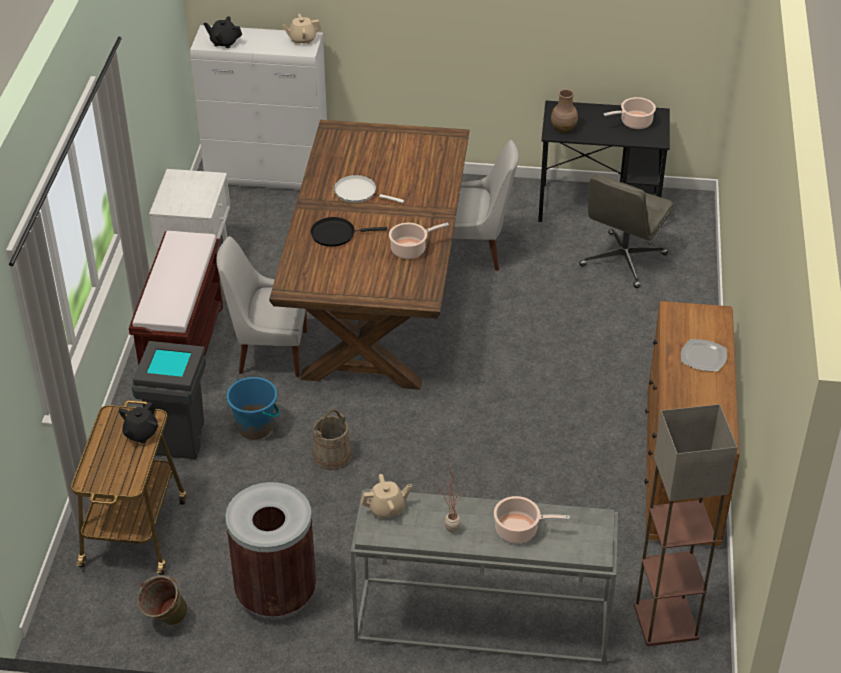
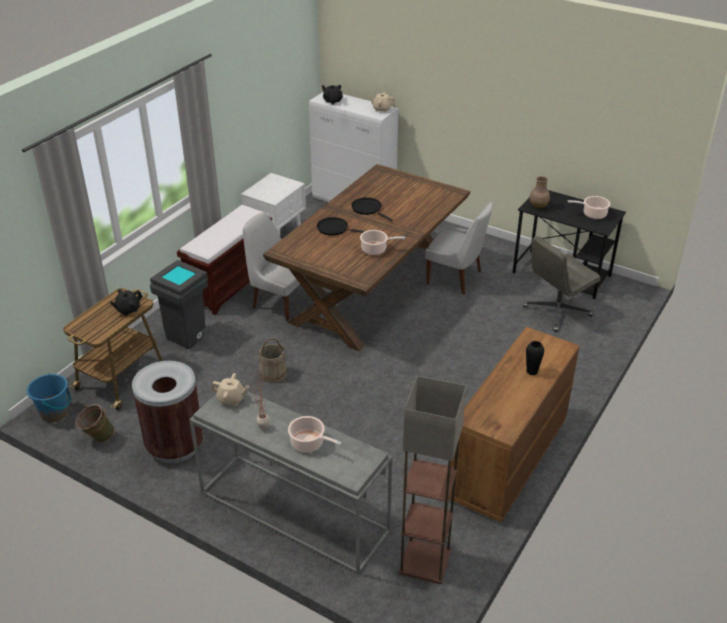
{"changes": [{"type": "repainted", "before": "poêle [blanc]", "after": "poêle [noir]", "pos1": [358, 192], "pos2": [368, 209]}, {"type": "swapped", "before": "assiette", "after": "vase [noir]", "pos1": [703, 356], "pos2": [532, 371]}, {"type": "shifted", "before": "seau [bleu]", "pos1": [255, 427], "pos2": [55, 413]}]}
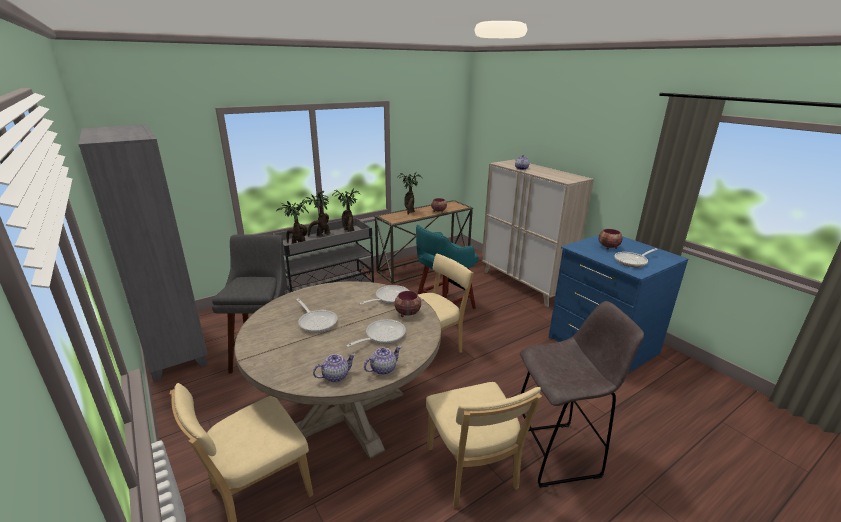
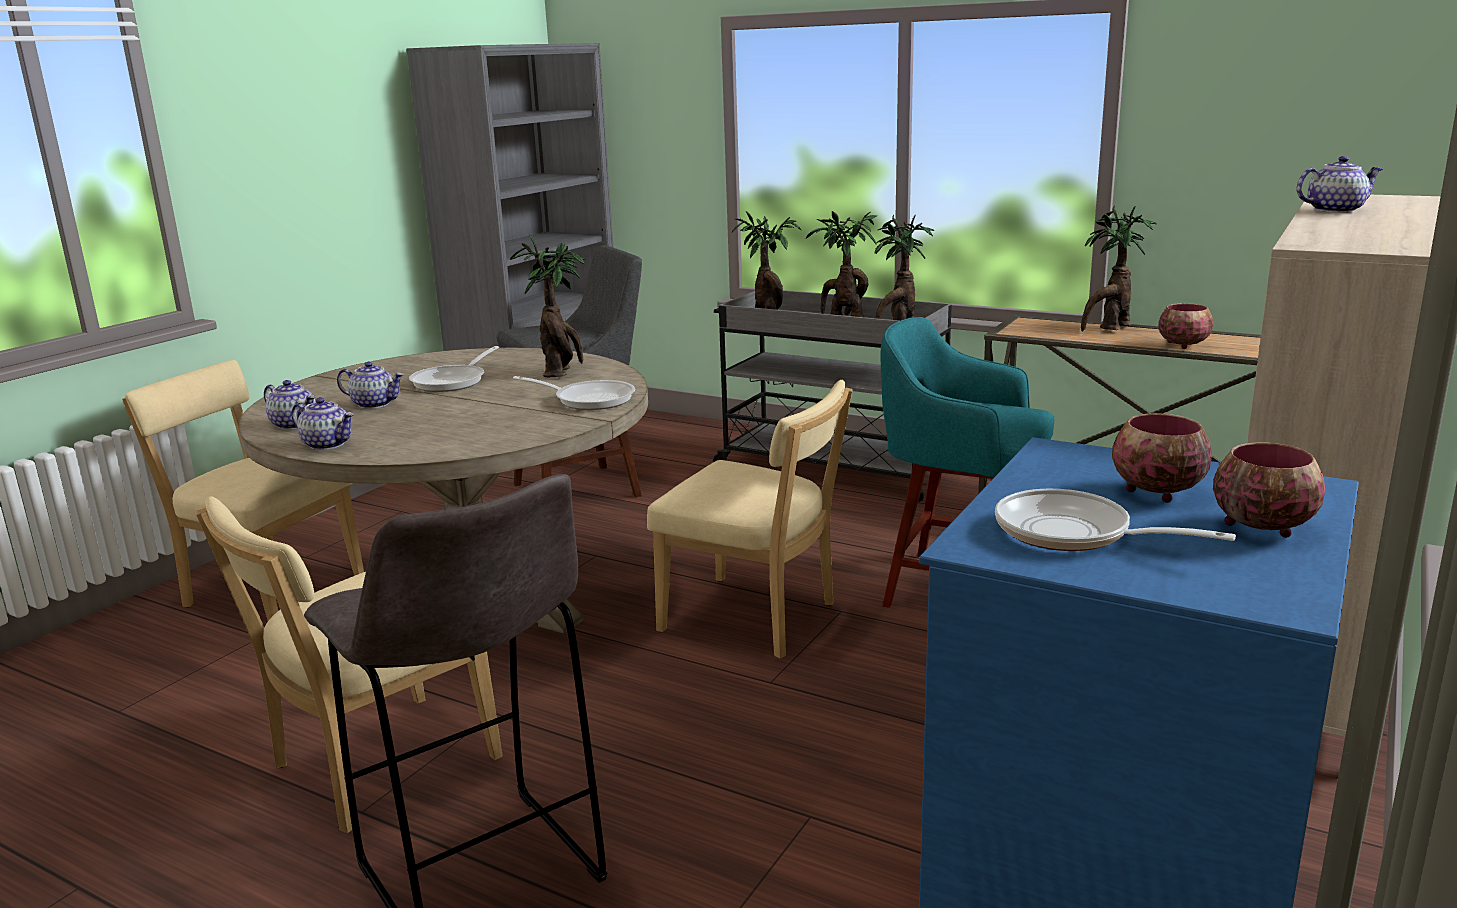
{"changes": [{"type": "shifted", "before": "bol", "pos1": [407, 313], "pos2": [1261, 526]}, {"type": "gone", "before": "poêle", "pos1": [382, 336]}, {"type": "new", "after": "plante en pot", "pos2": [561, 372]}, {"type": "new", "after": "théière", "pos2": [375, 404]}]}
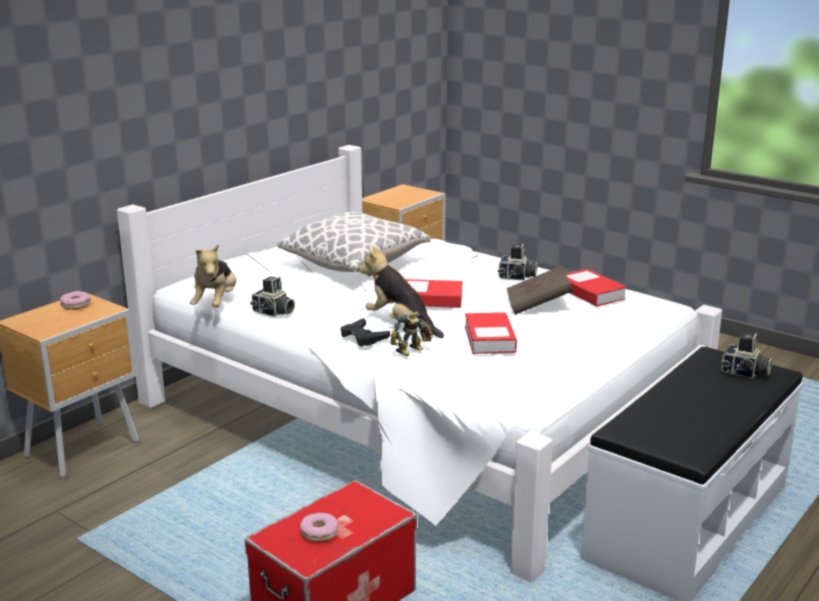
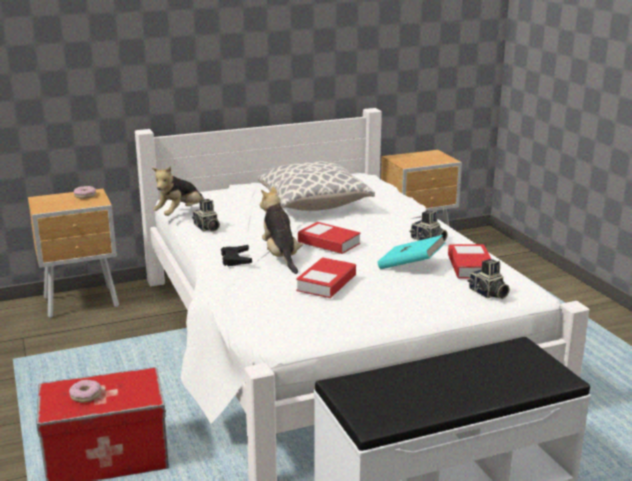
{"changes": [{"type": "repainted", "before": "livre [marron]", "after": "livre [turquoise]", "pos1": [538, 305], "pos2": [410, 266]}, {"type": "gone", "before": "robot jouet", "pos1": [412, 351]}, {"type": "shifted", "before": "appareil photo", "pos1": [744, 373], "pos2": [488, 294]}]}
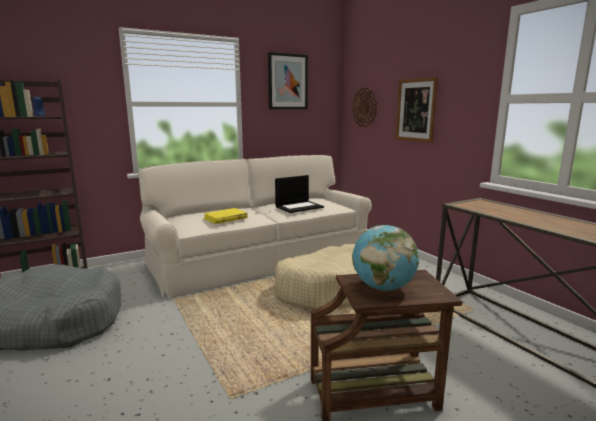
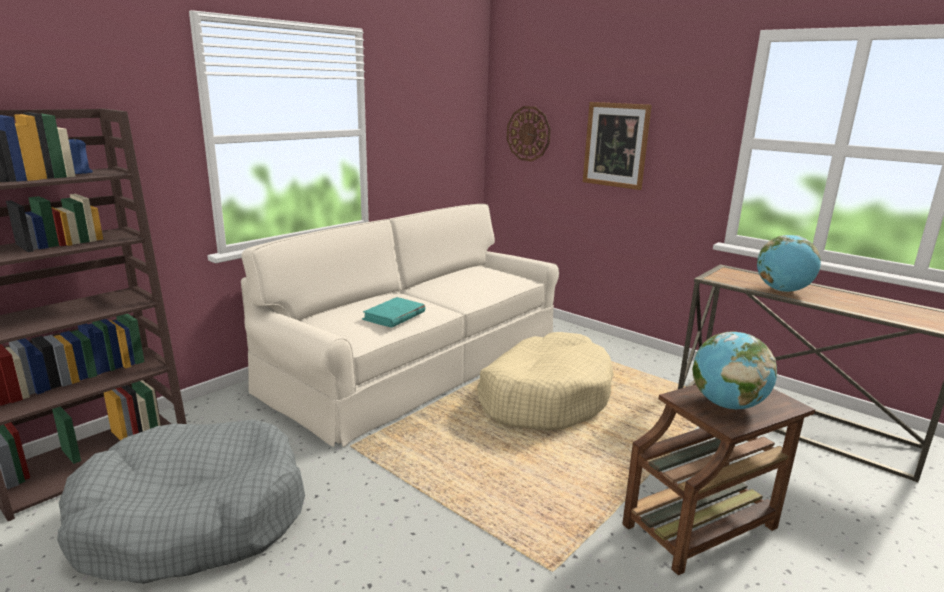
{"changes": [{"type": "gone", "before": "tableau", "pos1": [287, 81]}, {"type": "gone", "before": "ordinateur portable", "pos1": [299, 207]}, {"type": "repainted", "before": "livre [jaune]", "after": "livre [turquoise]", "pos1": [225, 218], "pos2": [394, 316]}, {"type": "new", "after": "globe", "pos2": [782, 290]}]}
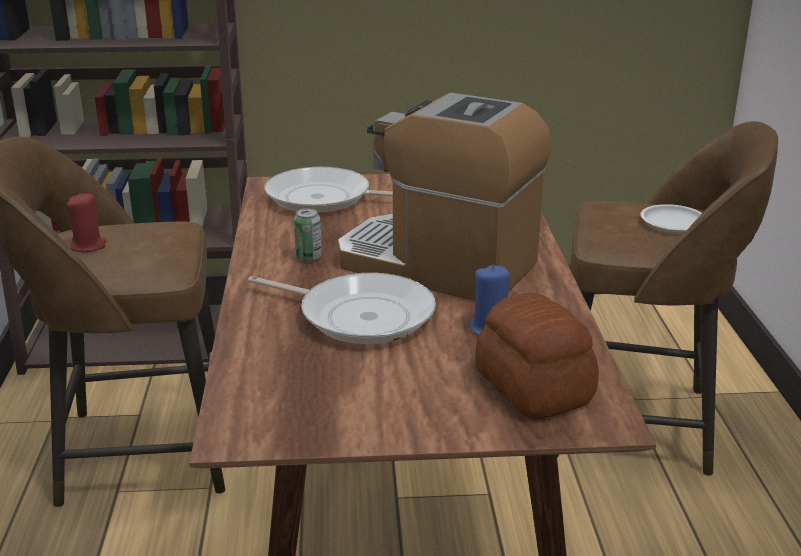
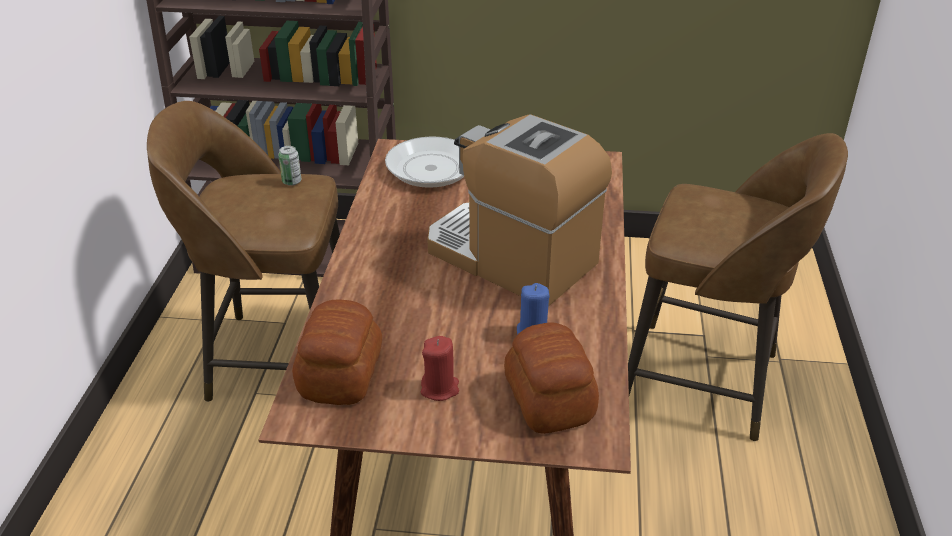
{"changes": [{"type": "shifted", "before": "bougie [rouge]", "pos1": [88, 246], "pos2": [440, 388]}, {"type": "gone", "before": "assiette [blanc]", "pos1": [673, 222]}, {"type": "shifted", "before": "boîte métallique", "pos1": [308, 257], "pos2": [291, 181]}, {"type": "gone", "before": "poêle", "pos1": [360, 315]}, {"type": "new", "after": "pain", "pos2": [342, 373]}]}
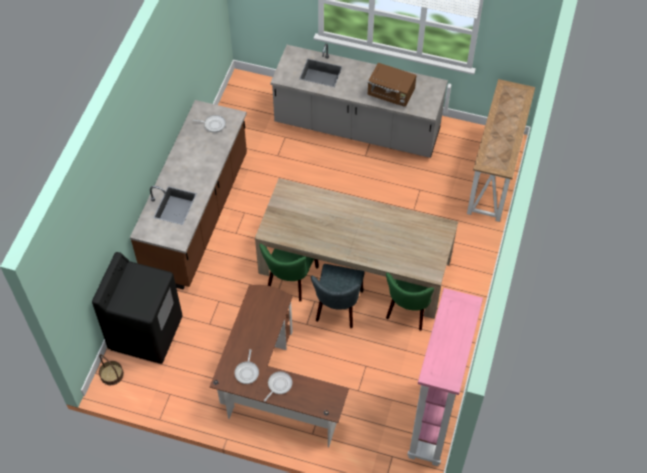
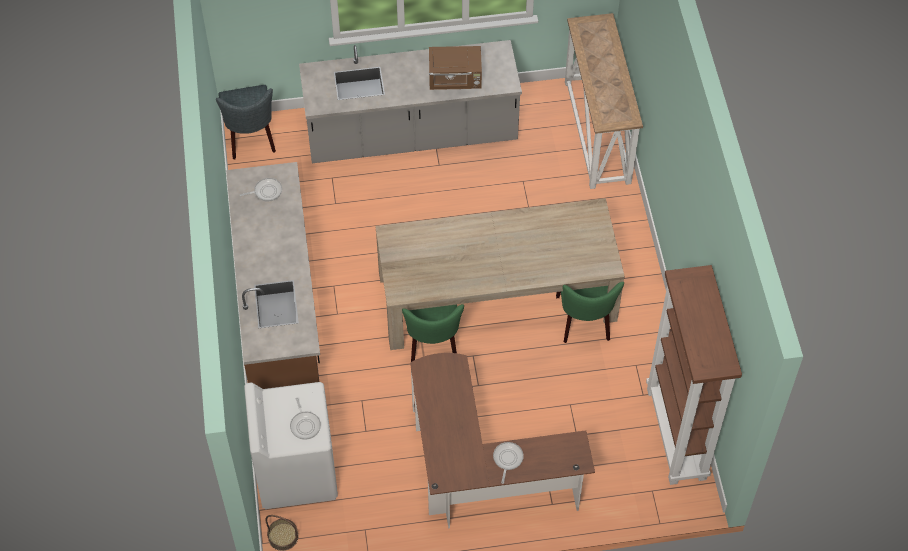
{"changes": [{"type": "repainted", "before": "lave-linge [noir]", "after": "lave-linge [blanc]", "pos1": [146, 333], "pos2": [296, 472]}, {"type": "shifted", "before": "chaise [gris]", "pos1": [338, 308], "pos2": [251, 139]}, {"type": "repainted", "before": "bibliothèque [rose]", "after": "bibliothèque [marron]", "pos1": [434, 422], "pos2": [677, 434]}, {"type": "shifted", "before": "poêle", "pos1": [247, 372], "pos2": [305, 424]}]}
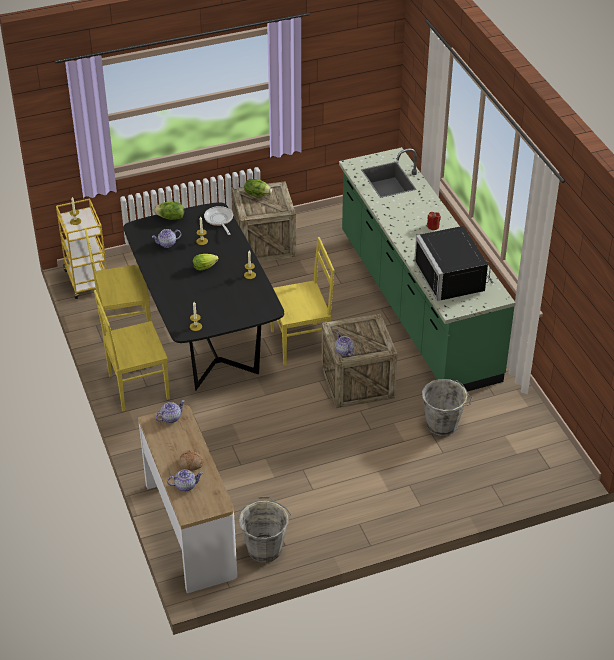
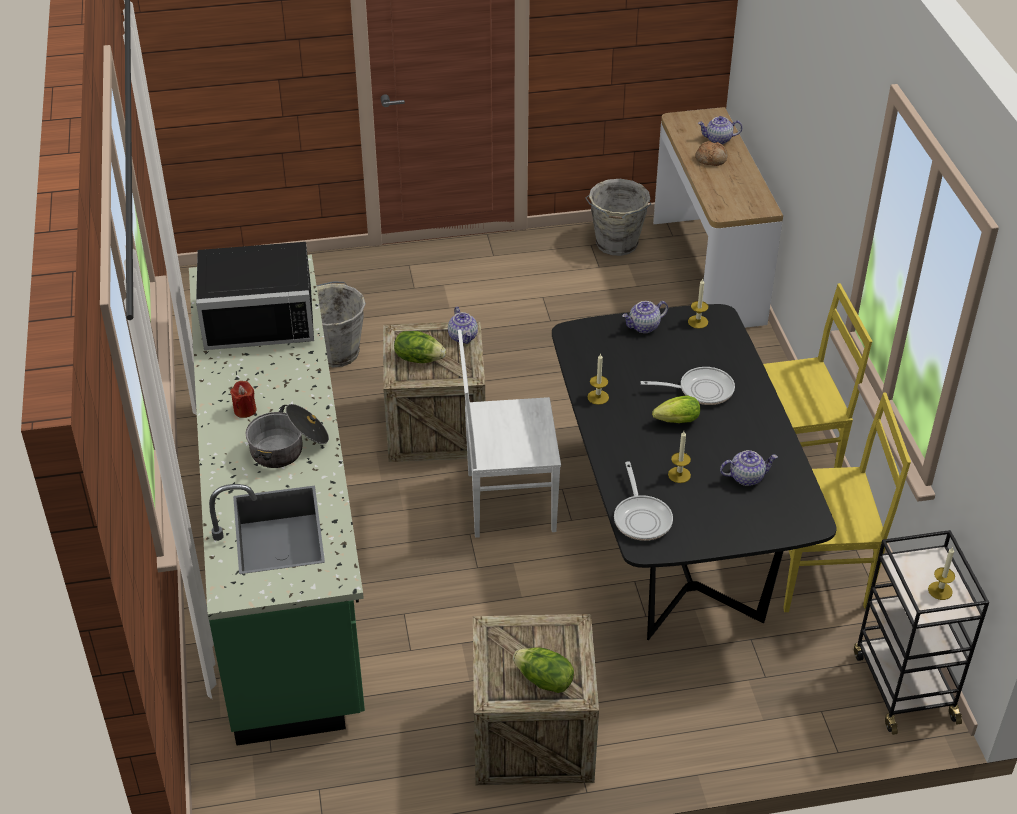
{"changes": [{"type": "repainted", "before": "chariot [jaune]", "after": "chariot [noir]", "pos1": [87, 282], "pos2": [903, 685]}, {"type": "shifted", "before": "laitue", "pos1": [170, 218], "pos2": [419, 358]}, {"type": "rotated", "before": "micro-ondes [noir]", "pos1": [454, 277], "pos2": [260, 315], "turn": 90}, {"type": "repainted", "before": "chaise [jaune]", "after": "chaise [blanc]", "pos1": [302, 343], "pos2": [507, 502]}, {"type": "shifted", "before": "théière", "pos1": [171, 418], "pos2": [644, 327]}, {"type": "new", "after": "poêle", "pos2": [701, 390]}, {"type": "new", "after": "marmite", "pos2": [288, 447]}]}
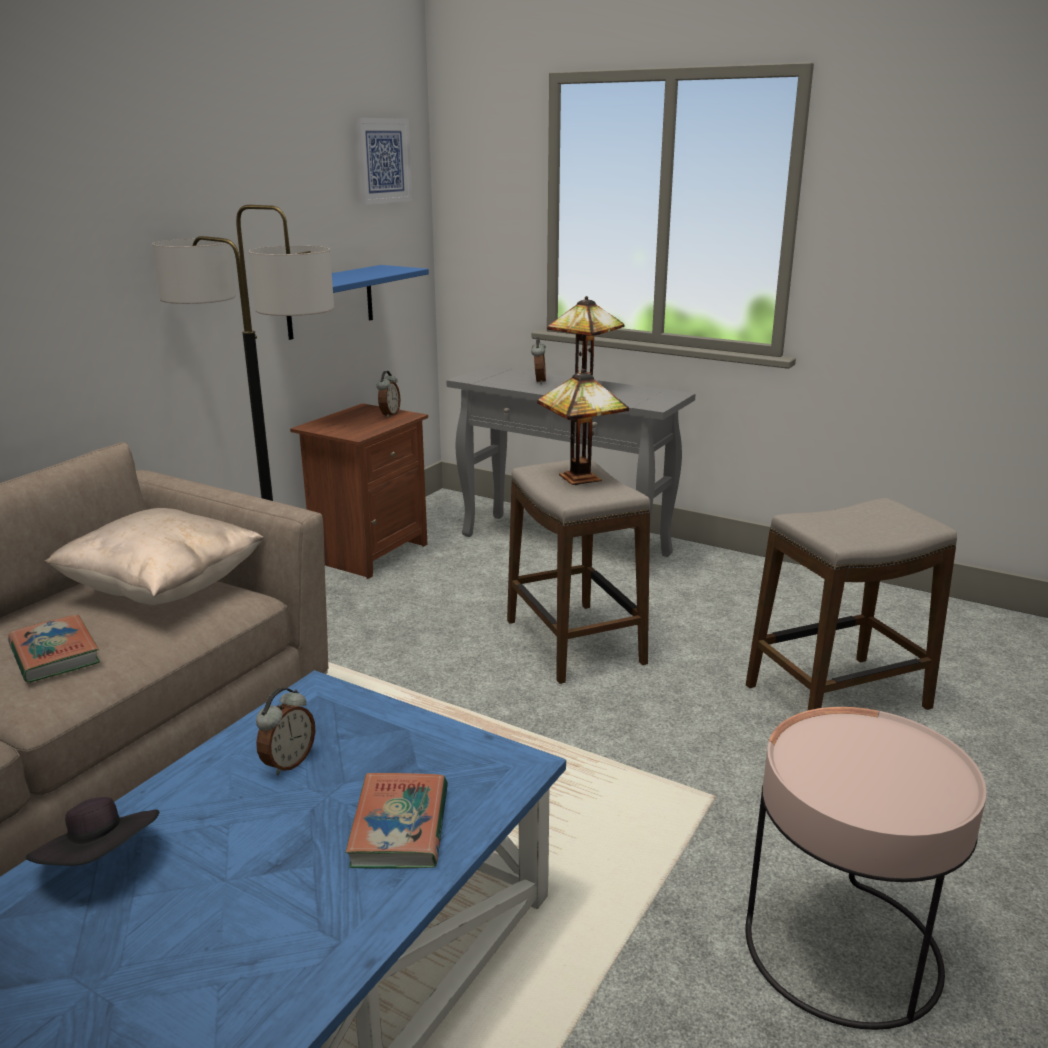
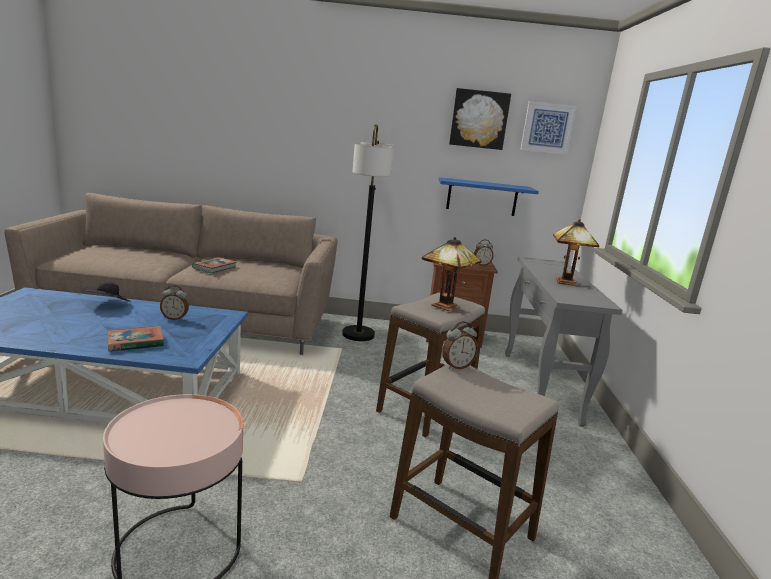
{"changes": [{"type": "shifted", "before": "réveil", "pos1": [538, 381], "pos2": [457, 366]}, {"type": "gone", "before": "coussin [beige]", "pos1": [164, 590]}, {"type": "new", "after": "tableau", "pos2": [479, 119]}]}
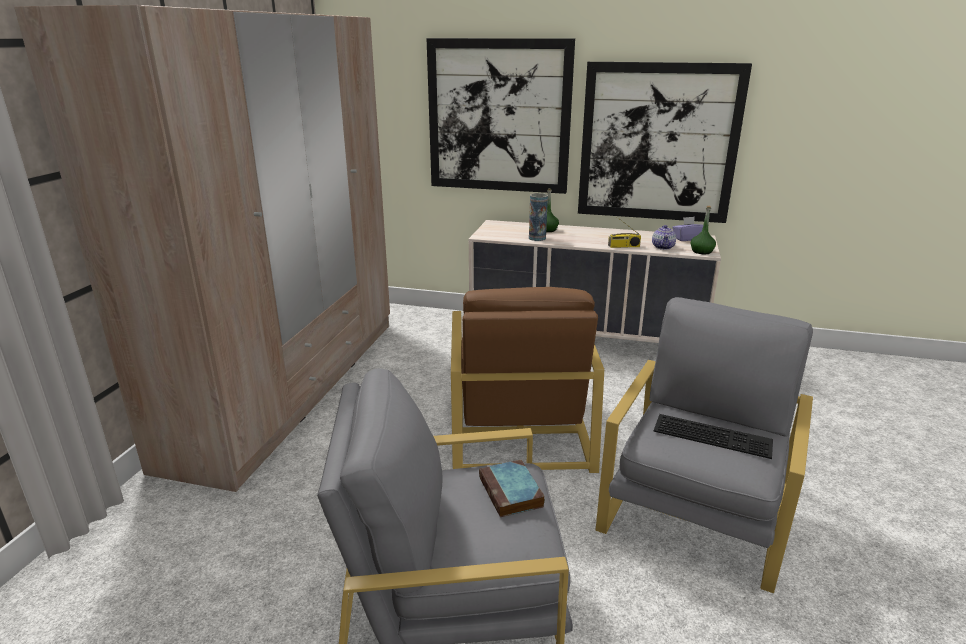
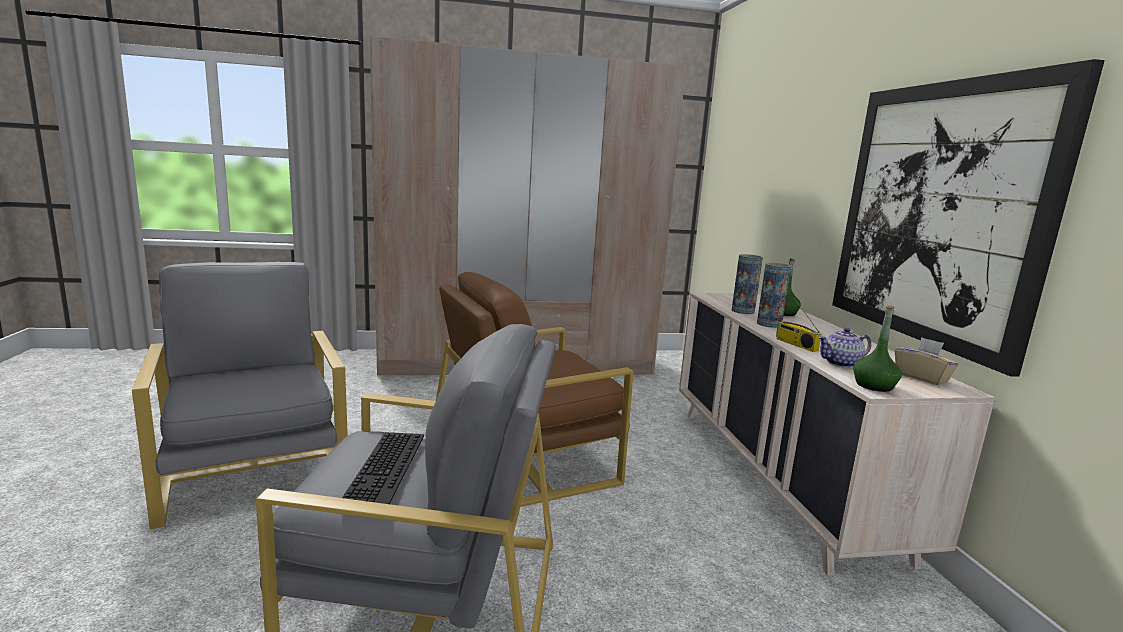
{"changes": [{"type": "gone", "before": "tableau", "pos1": [498, 117]}, {"type": "repainted", "before": "boîte à mouchoirs [violet]", "after": "boîte à mouchoirs [beige]", "pos1": [687, 238], "pos2": [921, 377]}, {"type": "gone", "before": "livre", "pos1": [512, 493]}, {"type": "new", "after": "vase", "pos2": [769, 324]}]}
